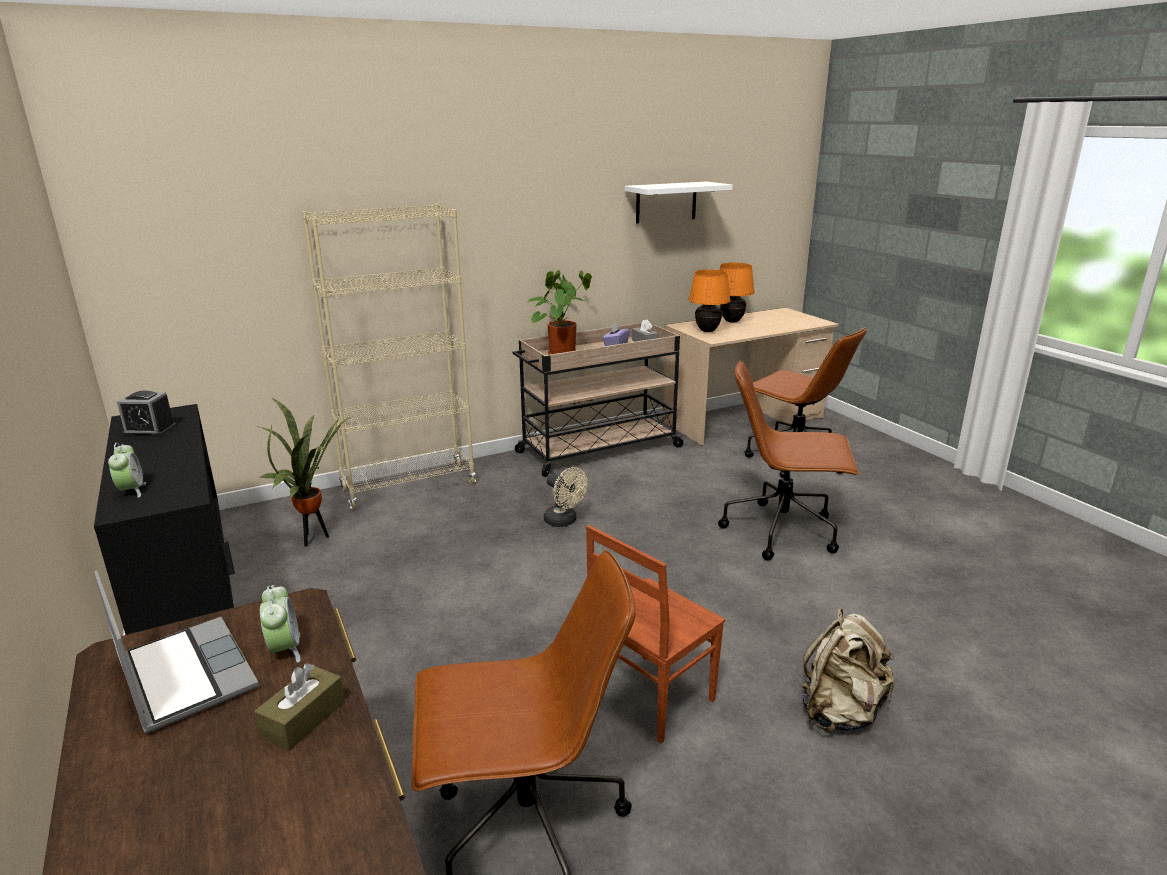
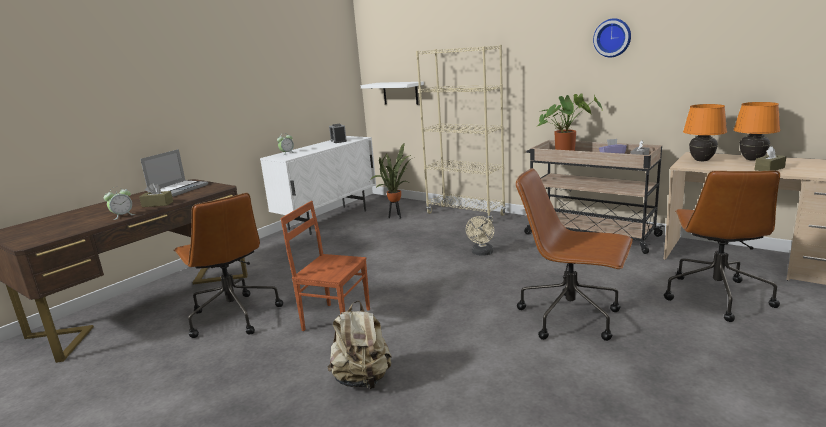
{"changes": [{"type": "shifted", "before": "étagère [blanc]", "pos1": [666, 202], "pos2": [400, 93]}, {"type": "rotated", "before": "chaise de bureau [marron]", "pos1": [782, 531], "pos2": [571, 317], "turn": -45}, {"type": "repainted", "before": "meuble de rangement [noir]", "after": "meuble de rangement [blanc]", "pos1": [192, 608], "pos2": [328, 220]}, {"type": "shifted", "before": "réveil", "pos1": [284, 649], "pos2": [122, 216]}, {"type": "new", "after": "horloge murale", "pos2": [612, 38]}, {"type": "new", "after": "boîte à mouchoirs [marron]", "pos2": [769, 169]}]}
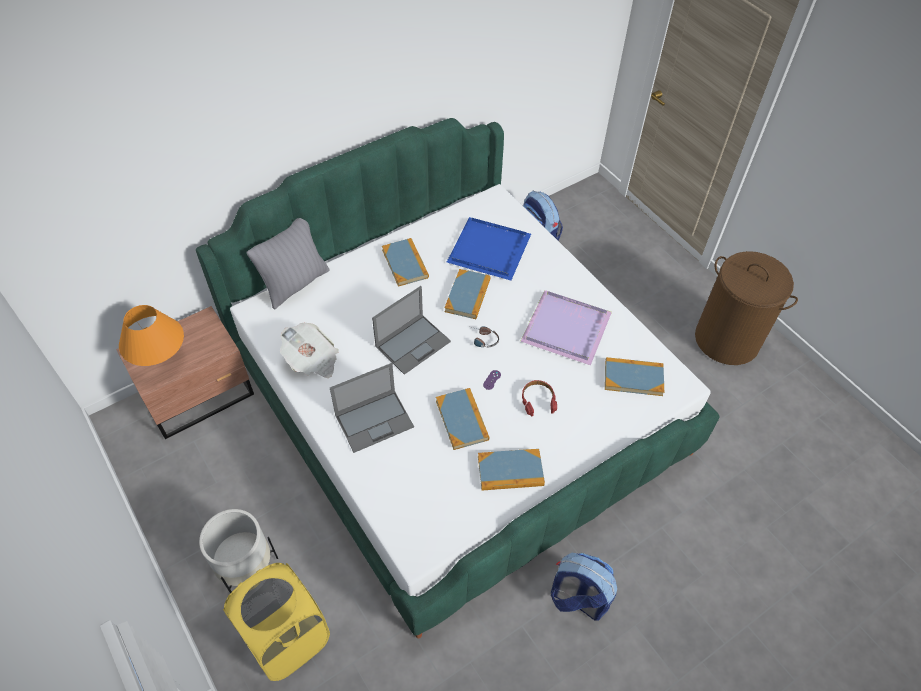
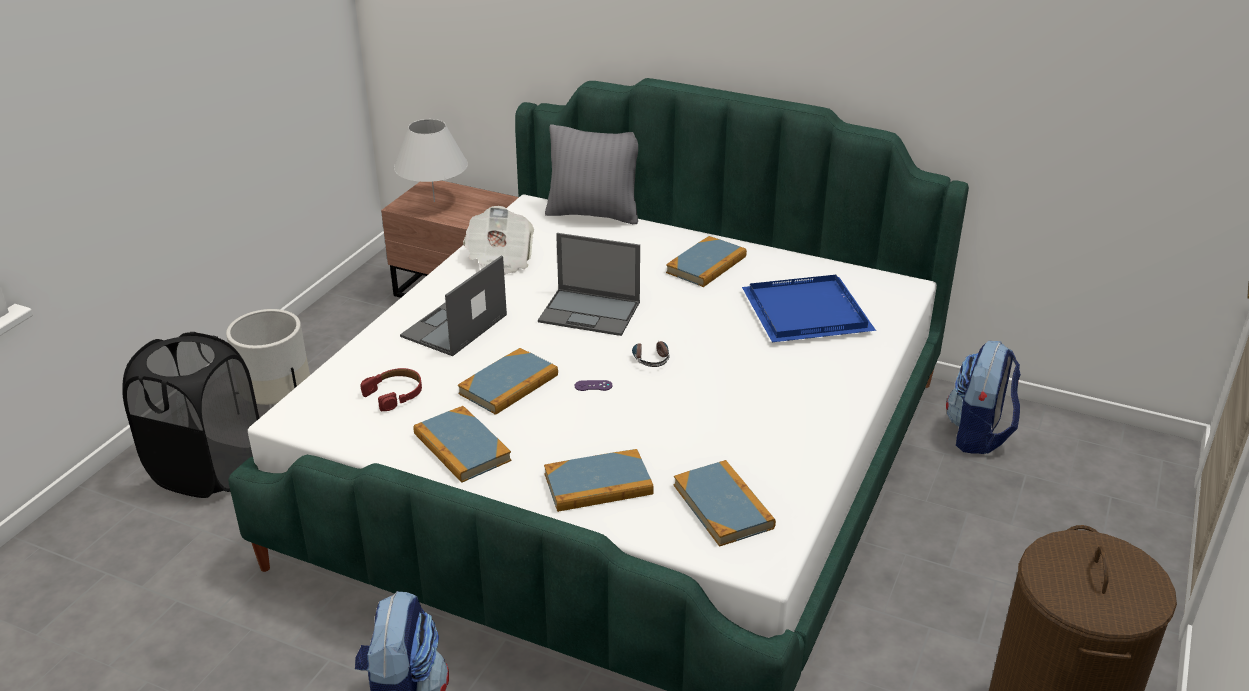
{"changes": [{"type": "shifted", "before": "livre", "pos1": [467, 296], "pos2": [598, 484]}, {"type": "gone", "before": "plateau [violet]", "pos1": [568, 328]}, {"type": "repainted", "before": "lampe de table [orange]", "after": "lampe de table [blanc]", "pos1": [161, 360], "pos2": [434, 201]}, {"type": "rotated", "before": "ordinateur portable", "pos1": [375, 420], "pos2": [454, 326], "turn": 90}, {"type": "shifted", "before": "casque audio [rouge]", "pos1": [538, 400], "pos2": [395, 394]}, {"type": "repainted", "before": "panier à linge [jaune]", "after": "panier à linge [noir]", "pos1": [287, 639], "pos2": [208, 470]}]}
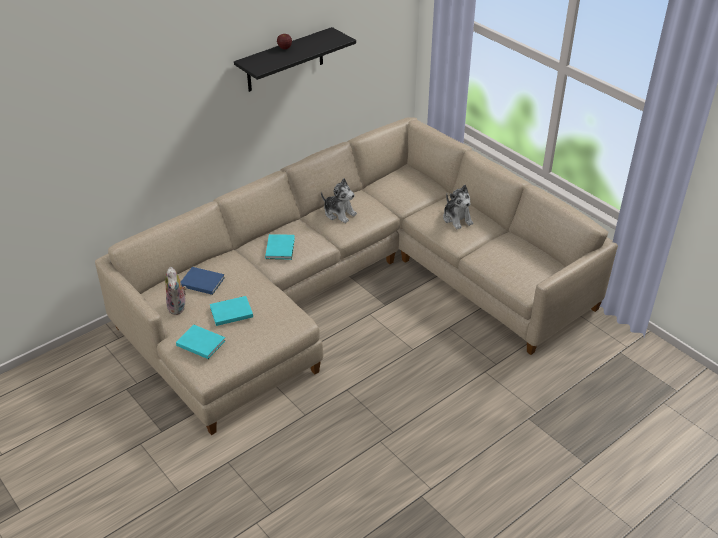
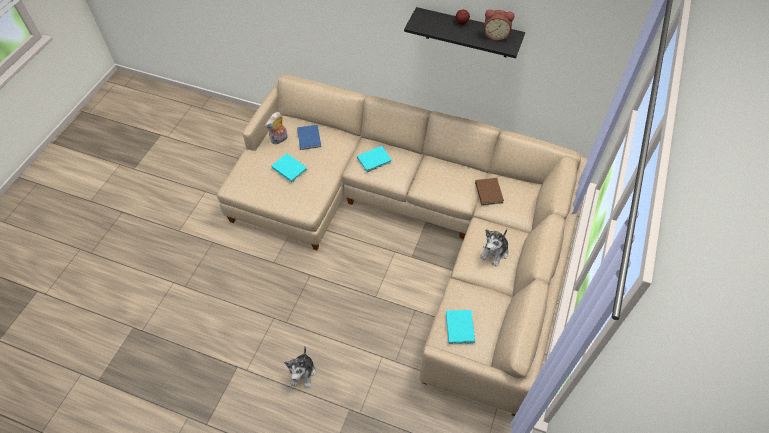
{"changes": [{"type": "shifted", "before": "peluche", "pos1": [339, 213], "pos2": [303, 372]}, {"type": "shifted", "before": "livre [turquoise]", "pos1": [200, 342], "pos2": [460, 326]}, {"type": "new", "after": "réveil", "pos2": [496, 35]}, {"type": "new", "after": "livre [marron]", "pos2": [489, 191]}]}
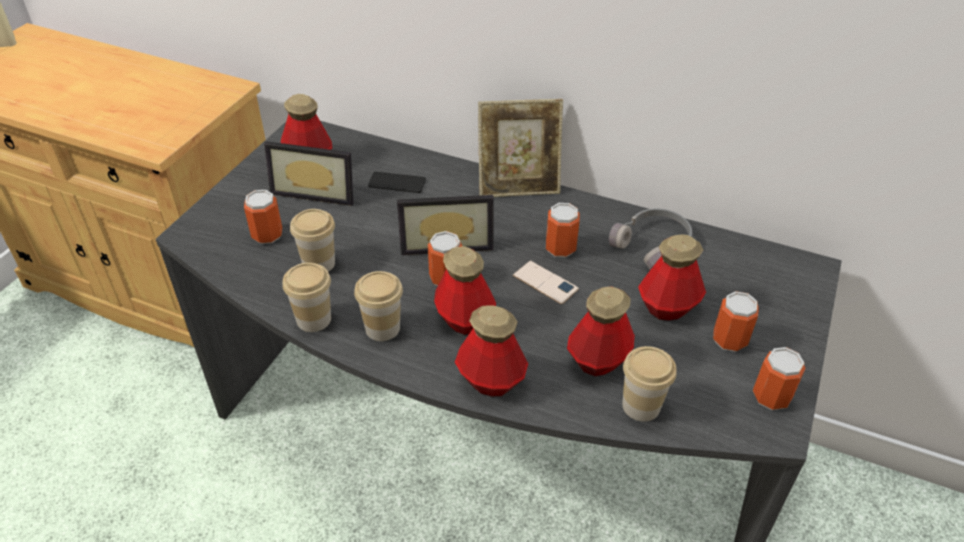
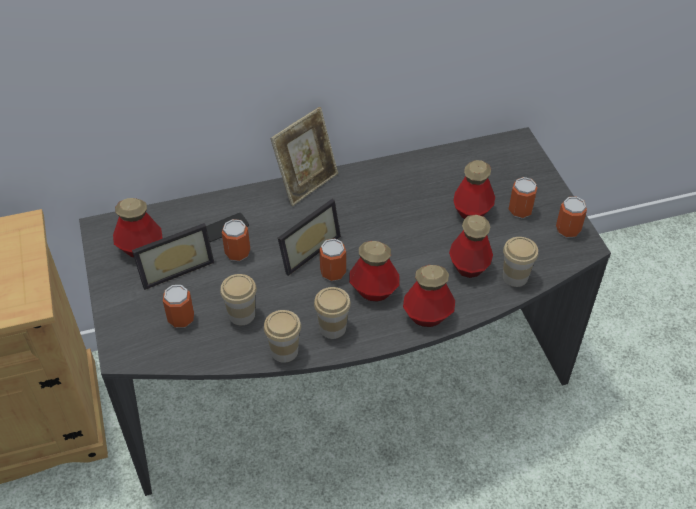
{"changes": [{"type": "shifted", "before": "boîte métallique", "pos1": [560, 248], "pos2": [237, 253]}, {"type": "gone", "before": "casque audio [gris]", "pos1": [653, 245]}, {"type": "gone", "before": "téléphone", "pos1": [545, 282]}]}
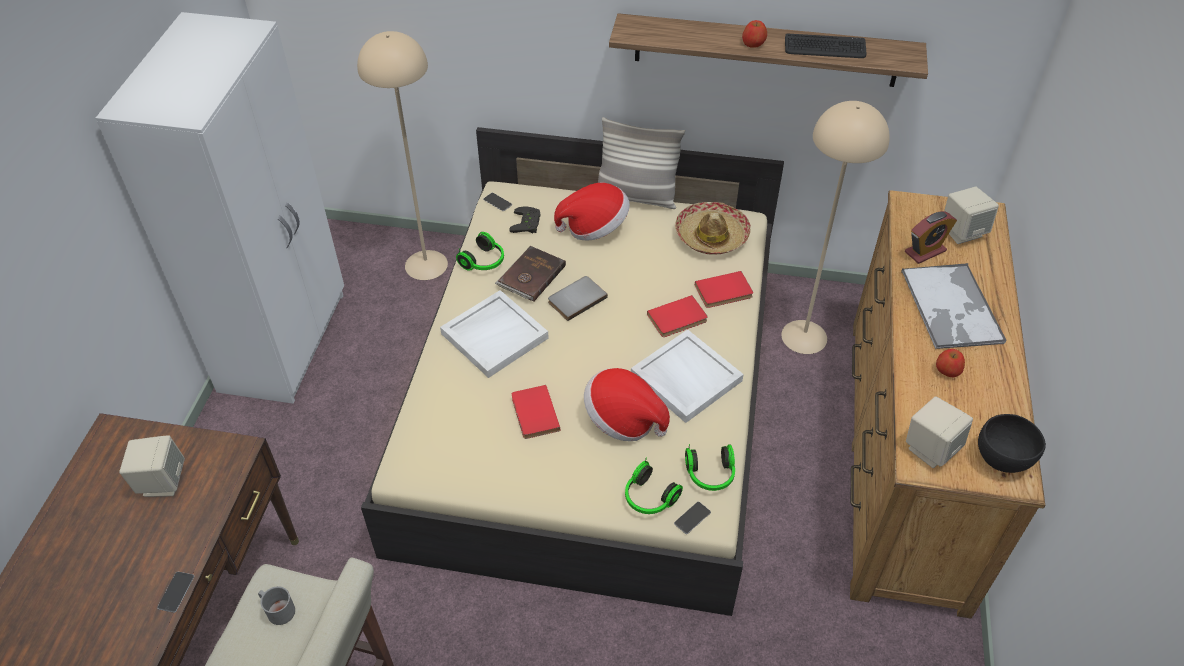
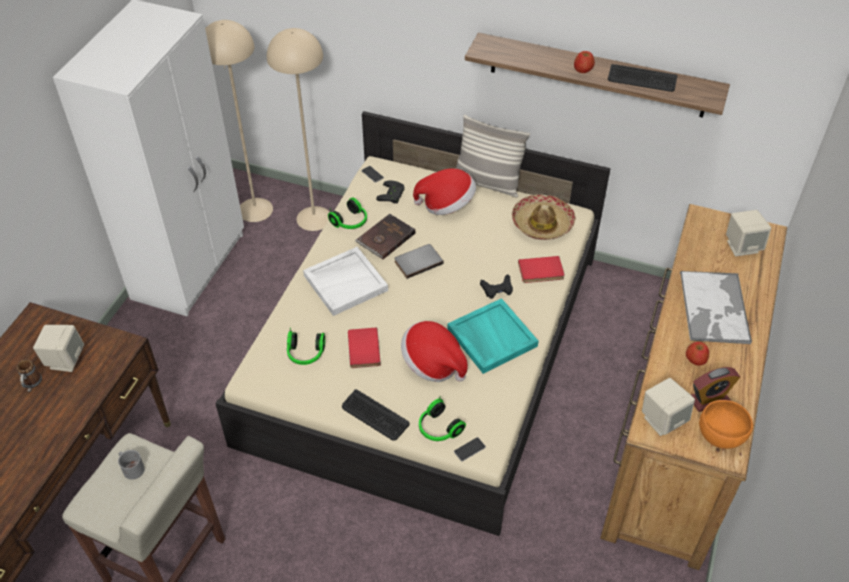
{"changes": [{"type": "shifted", "before": "lampadaire [beige]", "pos1": [804, 337], "pos2": [255, 210]}, {"type": "shifted", "before": "réveil", "pos1": [925, 251], "pos2": [709, 399]}, {"type": "swapped", "before": "livre [rouge]", "after": "manette [noir]", "pos1": [678, 319], "pos2": [497, 289]}, {"type": "repainted", "before": "plateau [blanc]", "after": "plateau [turquoise]", "pos1": [685, 378], "pos2": [491, 337]}, {"type": "repainted", "before": "bol [noir]", "after": "bol [orange]", "pos1": [1002, 459], "pos2": [720, 437]}, {"type": "shifted", "before": "casque audio", "pos1": [710, 475], "pos2": [305, 354]}, {"type": "gone", "before": "téléphone", "pos1": [176, 592]}, {"type": "new", "after": "mug", "pos2": [31, 385]}, {"type": "new", "after": "clavier", "pos2": [374, 416]}]}
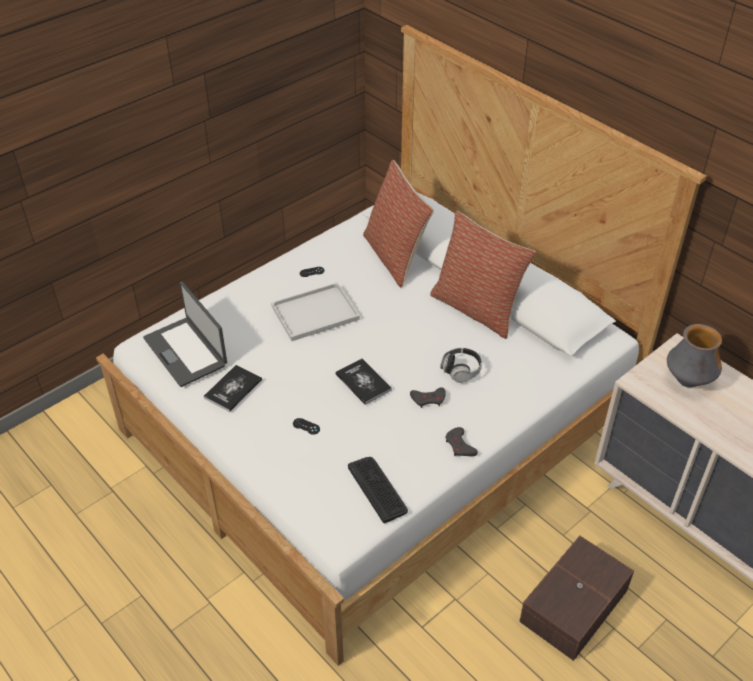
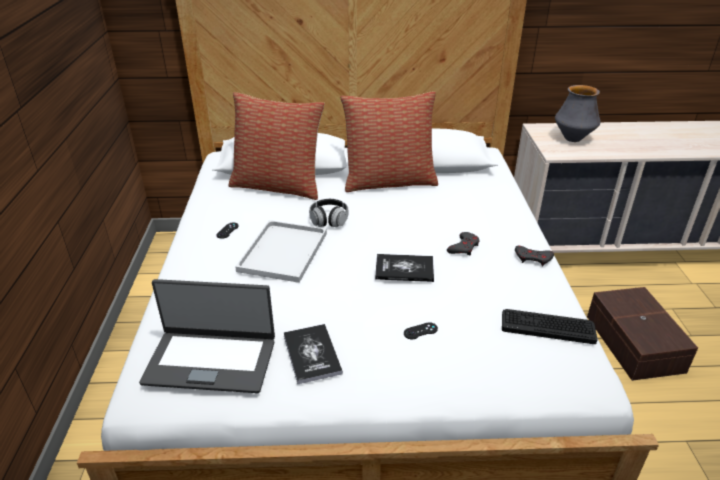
{"changes": [{"type": "shifted", "before": "casque audio", "pos1": [461, 370], "pos2": [329, 220]}]}
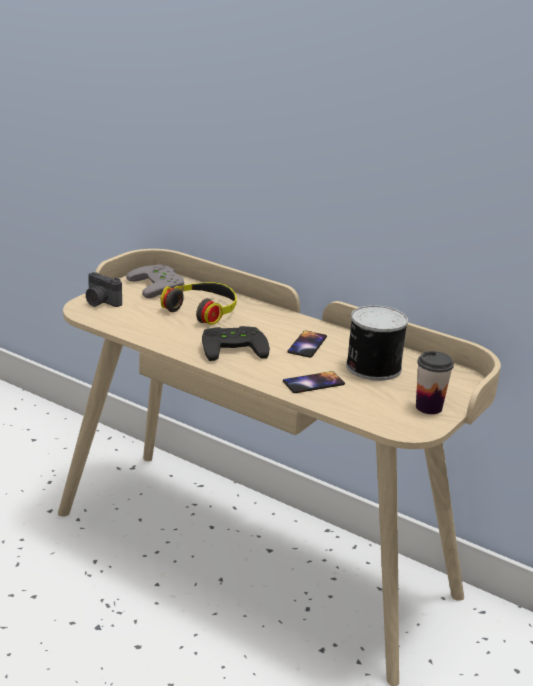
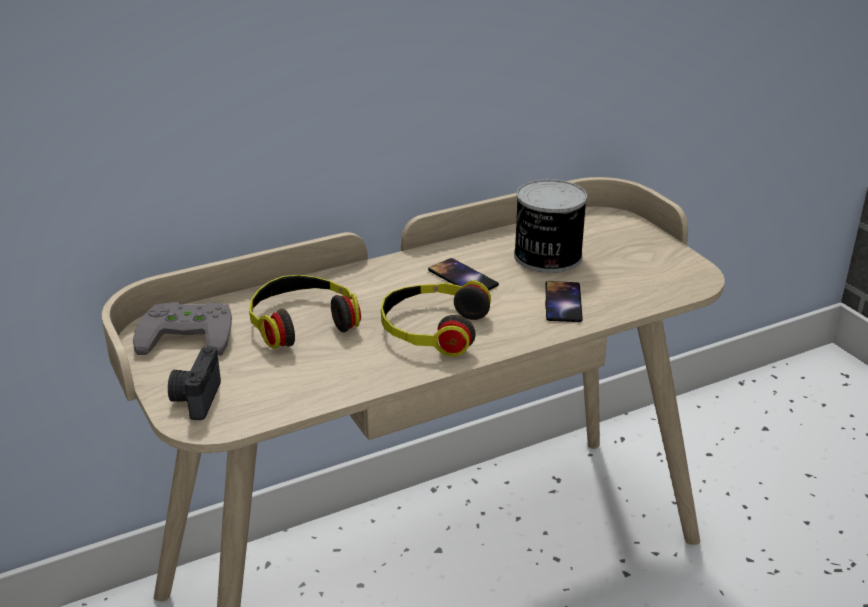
{"changes": [{"type": "rotated", "before": "appareil photo", "pos1": [101, 302], "pos2": [195, 399], "turn": 120}, {"type": "swapped", "before": "manette [noir]", "after": "casque audio", "pos1": [233, 347], "pos2": [432, 328]}, {"type": "gone", "before": "tasse", "pos1": [428, 407]}]}
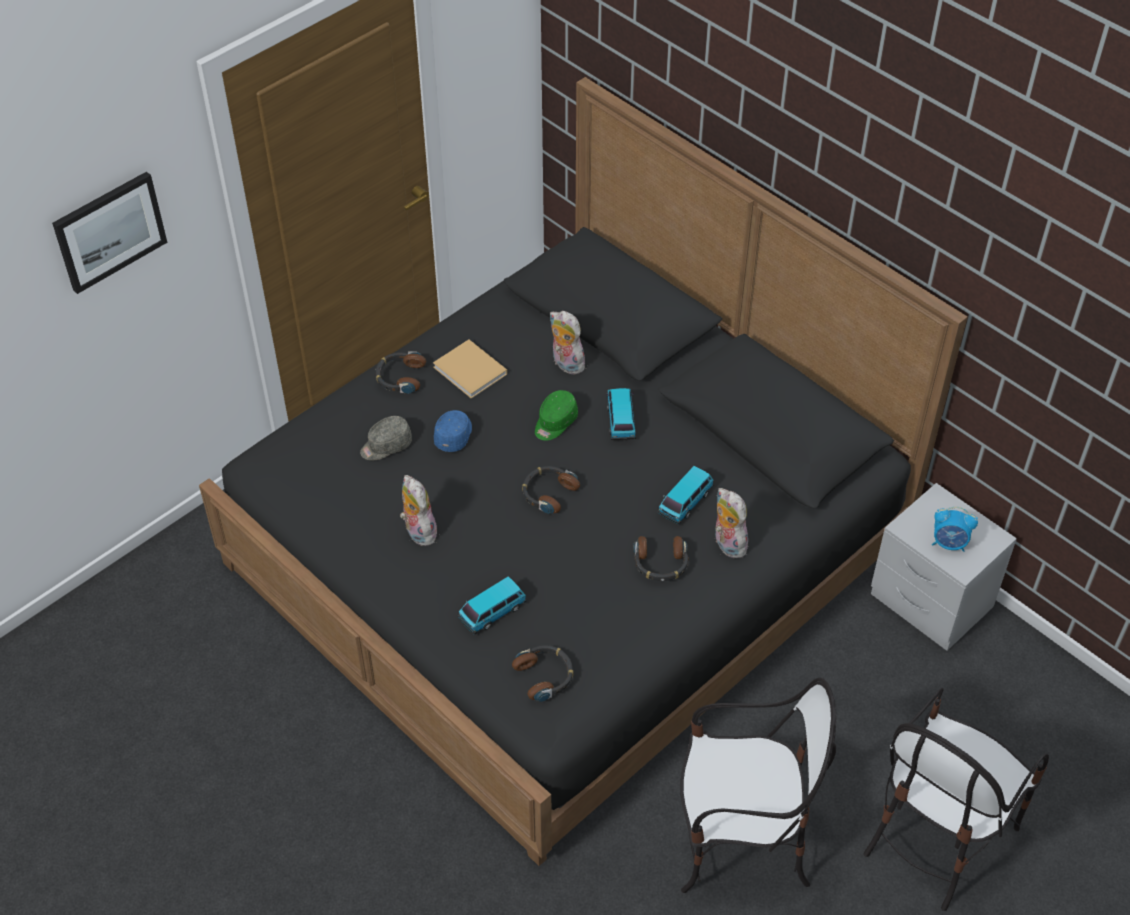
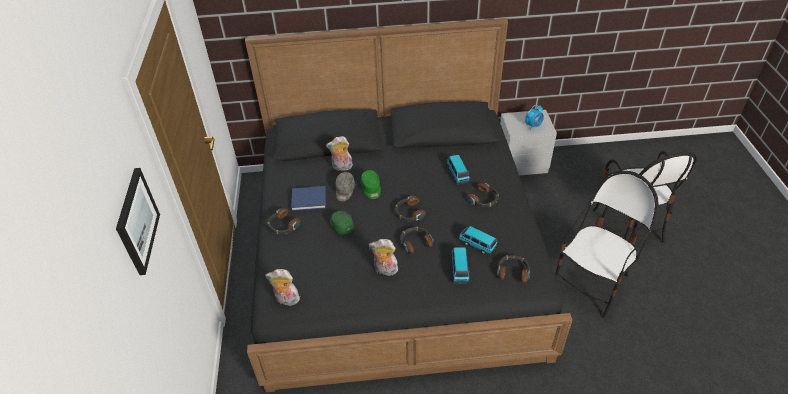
{"changes": [{"type": "repainted", "before": "livre [beige]", "after": "livre [bleu]", "pos1": [471, 372], "pos2": [310, 199]}, {"type": "shifted", "before": "petite voiture", "pos1": [621, 420], "pos2": [477, 244]}, {"type": "repainted", "before": "casquette [bleu]", "after": "casquette [vert]", "pos1": [454, 435], "pos2": [341, 225]}, {"type": "shifted", "before": "casquette [gris]", "pos1": [386, 446], "pos2": [344, 191]}, {"type": "shifted", "before": "peluche", "pos1": [727, 544], "pos2": [286, 300]}, {"type": "new", "after": "casque audio", "pos2": [415, 242]}]}
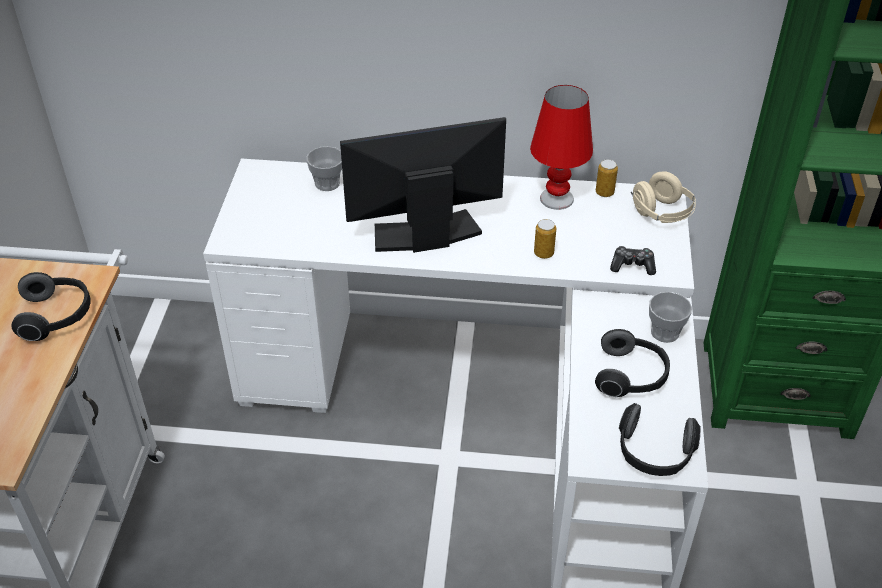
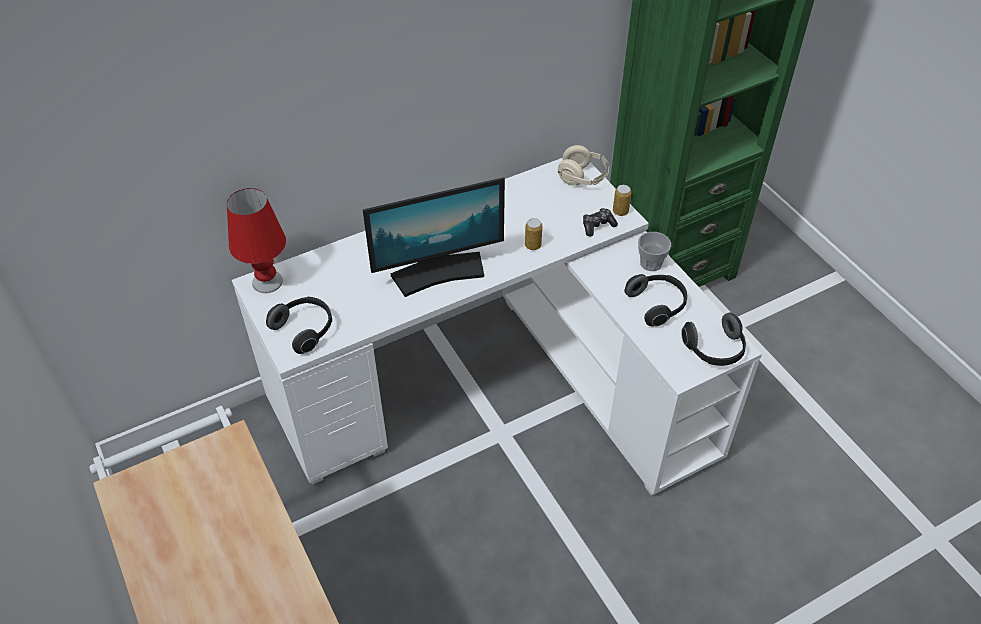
{"changes": [{"type": "shifted", "before": "lampe de table [rouge]", "pos1": [556, 199], "pos2": [267, 282]}, {"type": "rotated", "before": "écran d'ordinateur", "pos1": [426, 235], "pos2": [438, 272], "turn": -150}, {"type": "gone", "before": "tasse", "pos1": [327, 183]}, {"type": "shifted", "before": "boîte métallique", "pos1": [604, 192], "pos2": [620, 211]}, {"type": "shifted", "before": "casque audio", "pos1": [57, 316], "pos2": [305, 330]}]}
